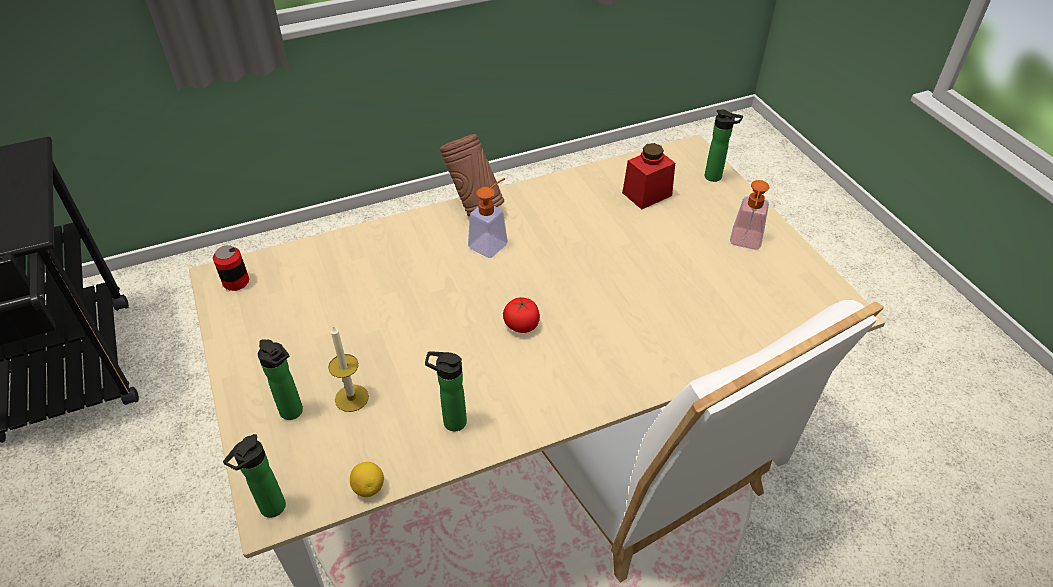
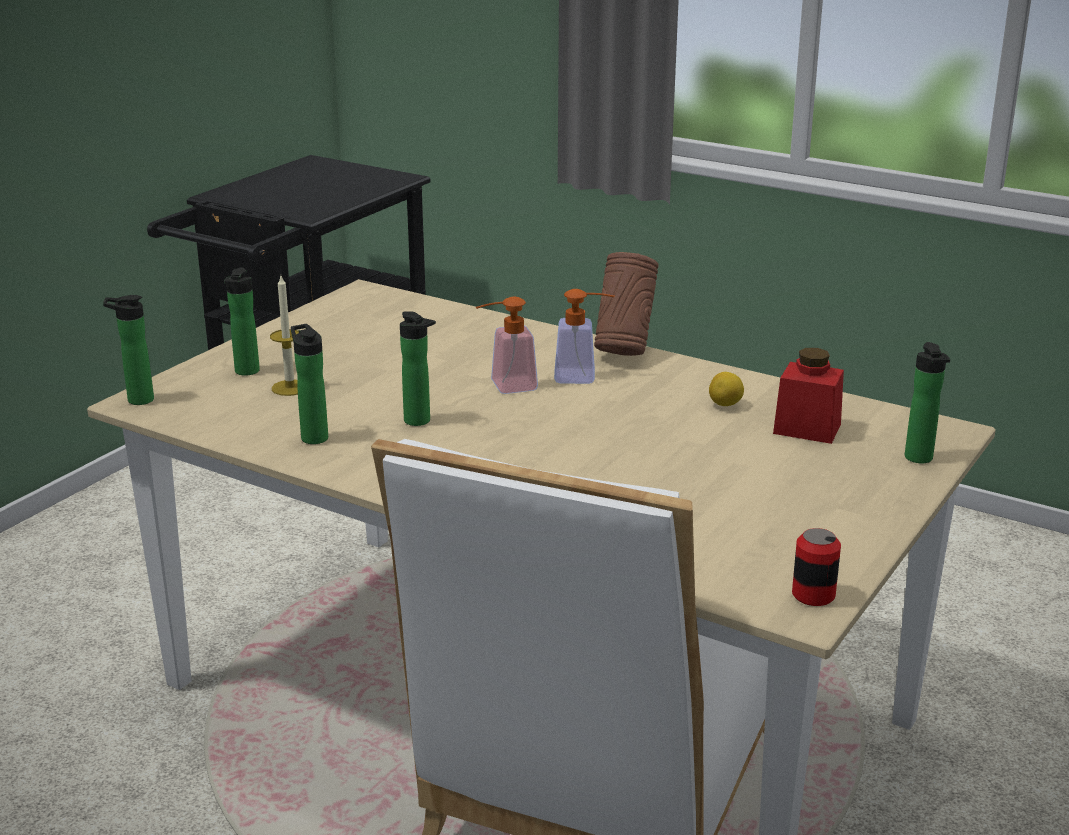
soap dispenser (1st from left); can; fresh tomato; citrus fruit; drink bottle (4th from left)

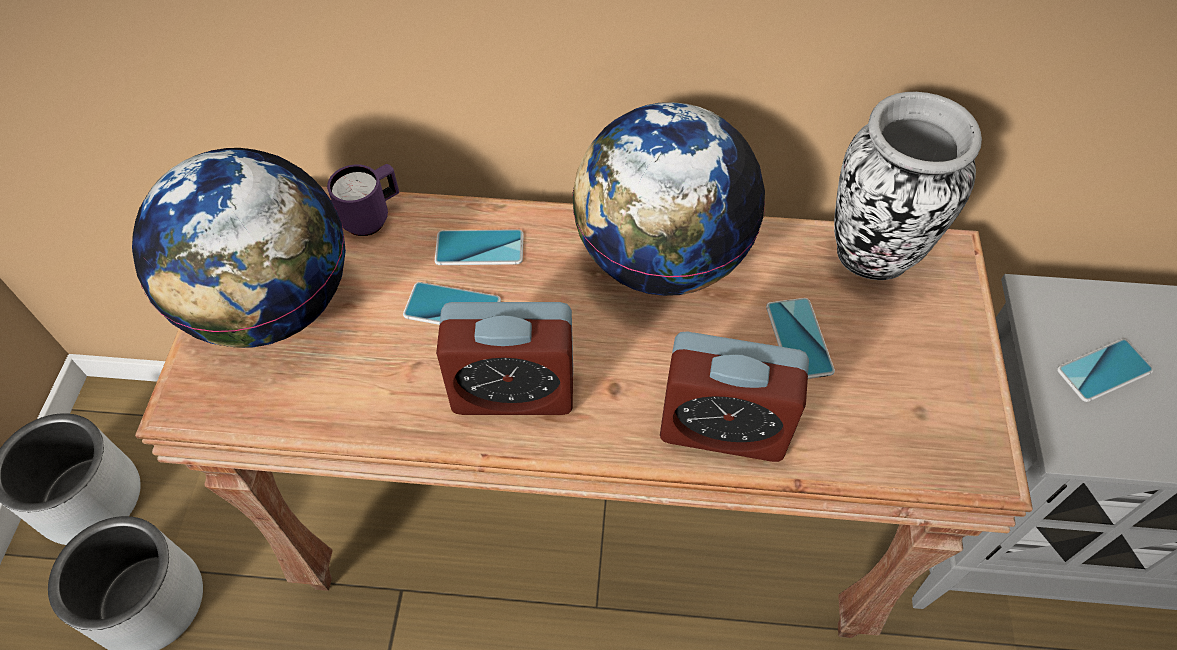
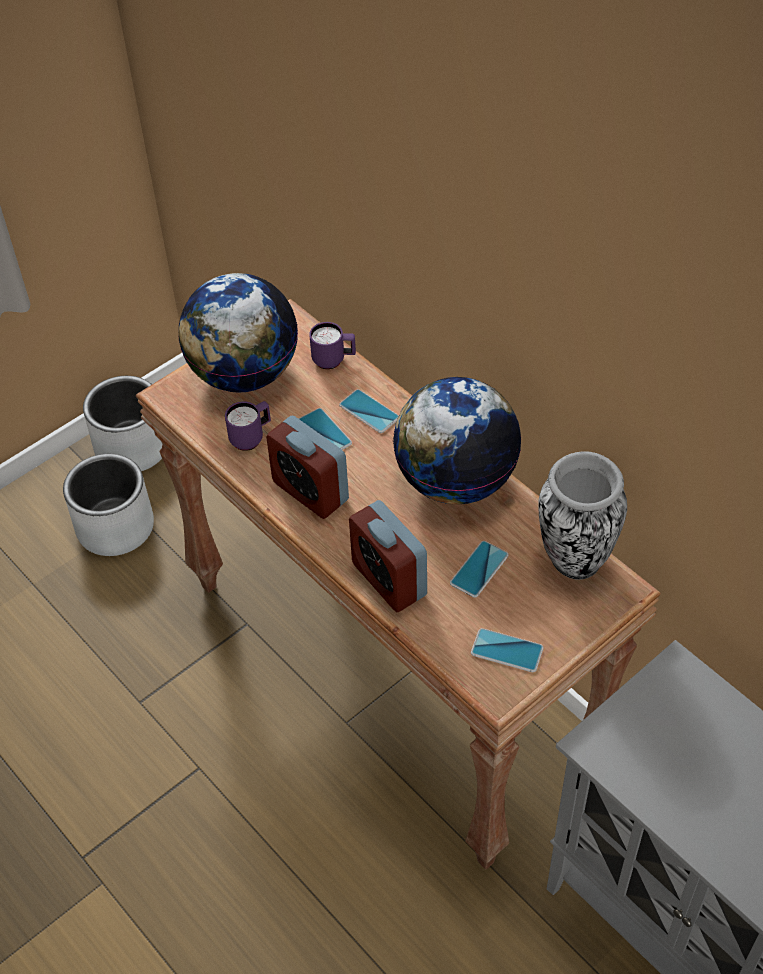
telephone (4th from left); purplish coffee mug (1st from left)

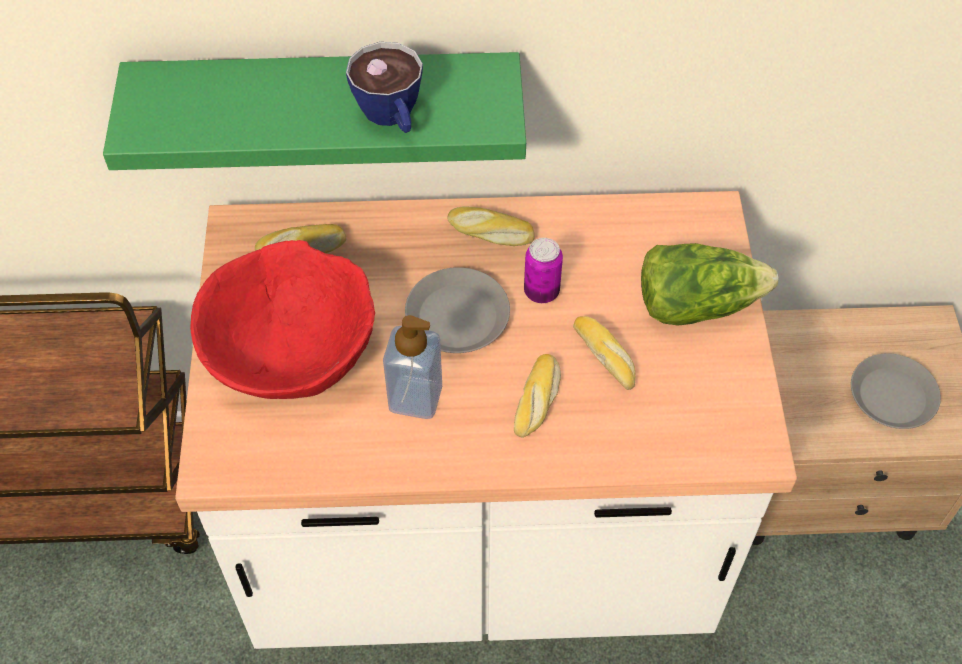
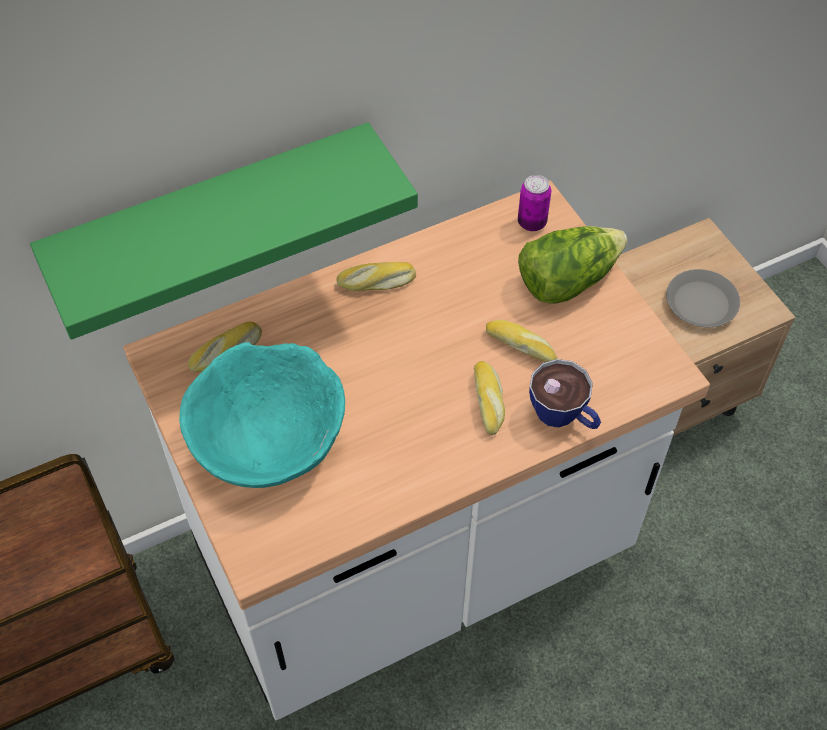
small cup; can; blue-green deep dish; gray flat dish (1st from left in the first image); soap dispenser

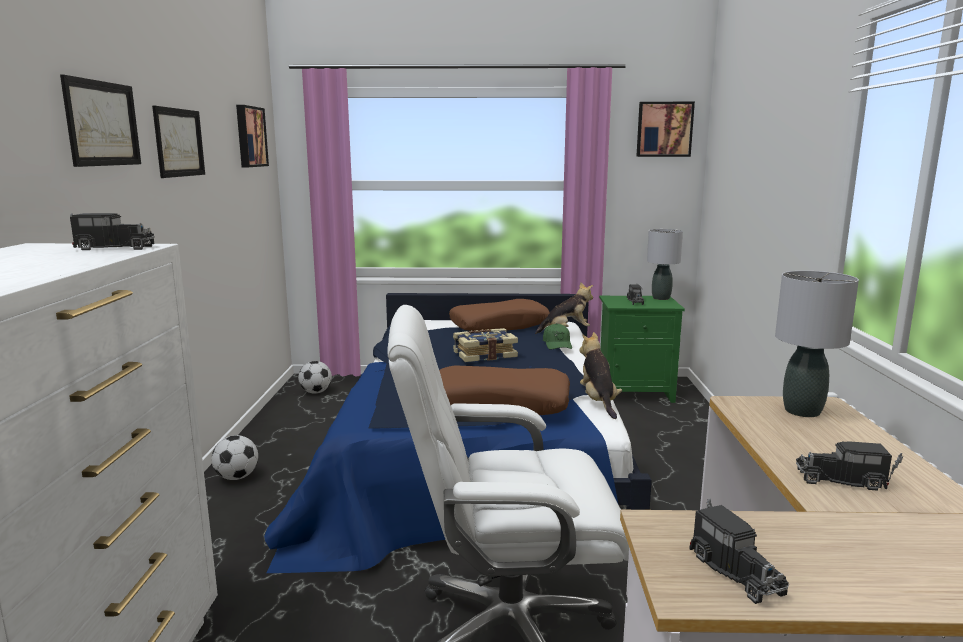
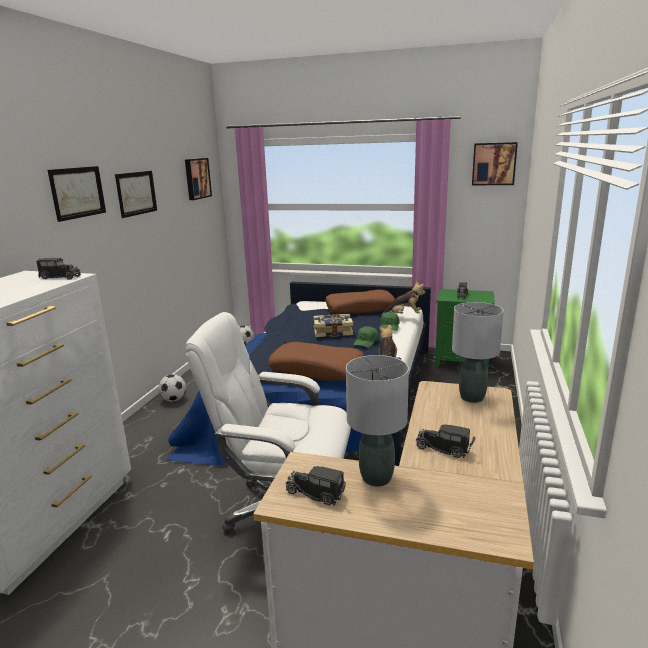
gray tabletop lamp (1st from left); toy truck (2nd from left); green-coloured peaked cap (1st from left)

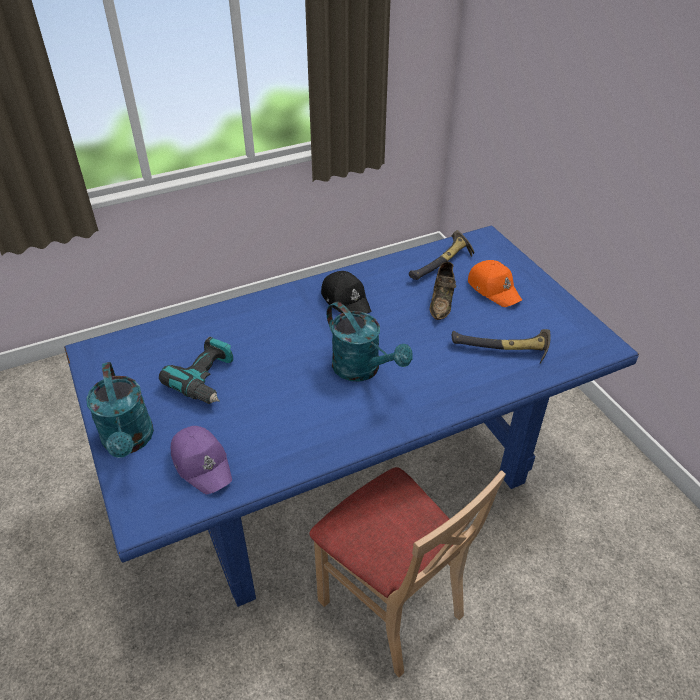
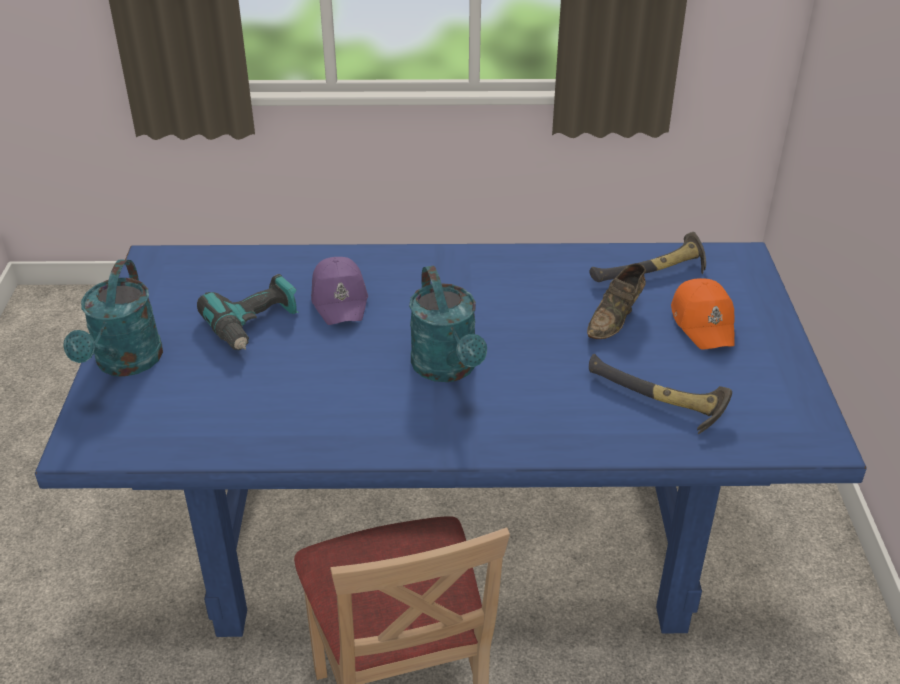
black peaked cap; purplish peaked cap

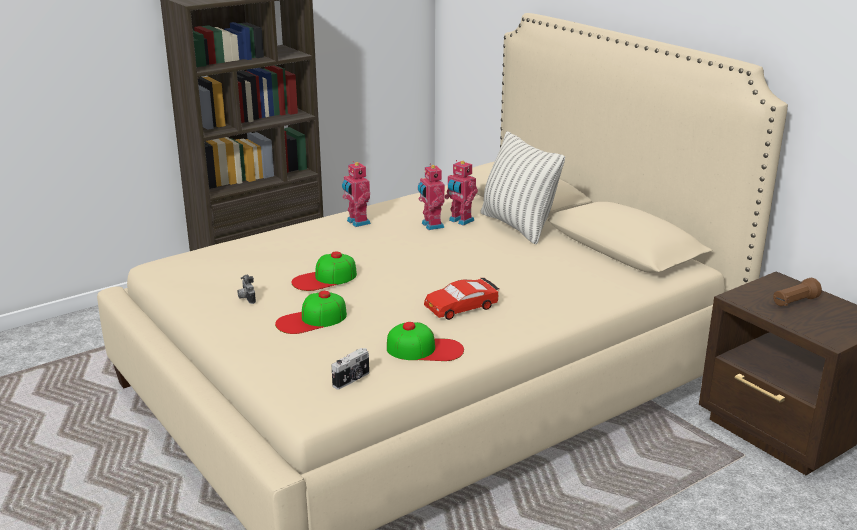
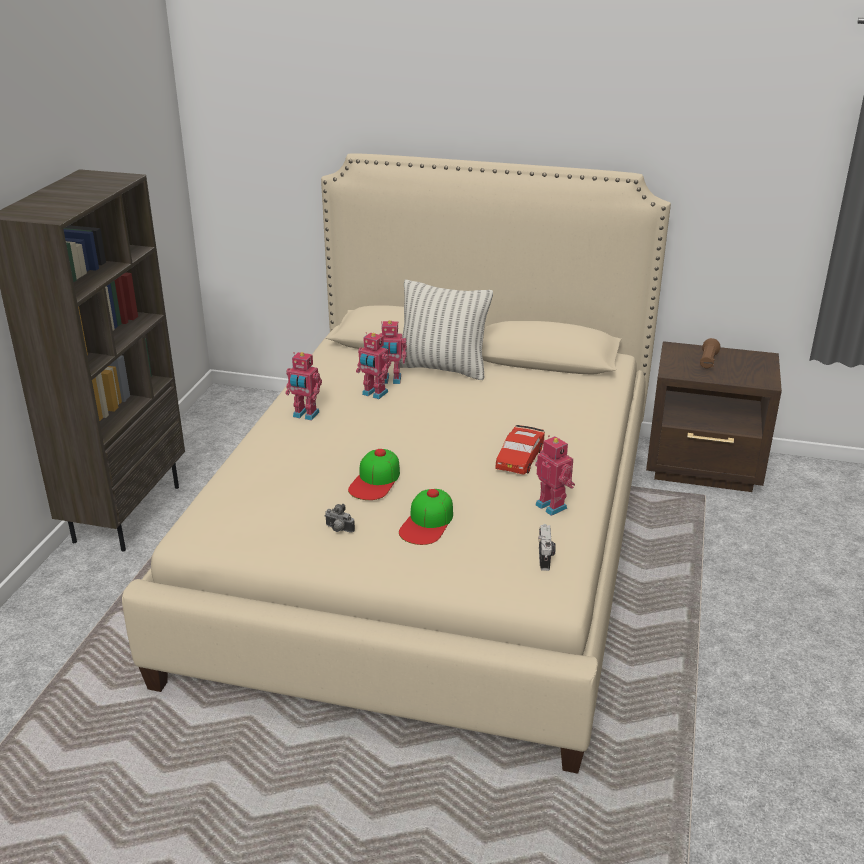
robot figure (4th from left)

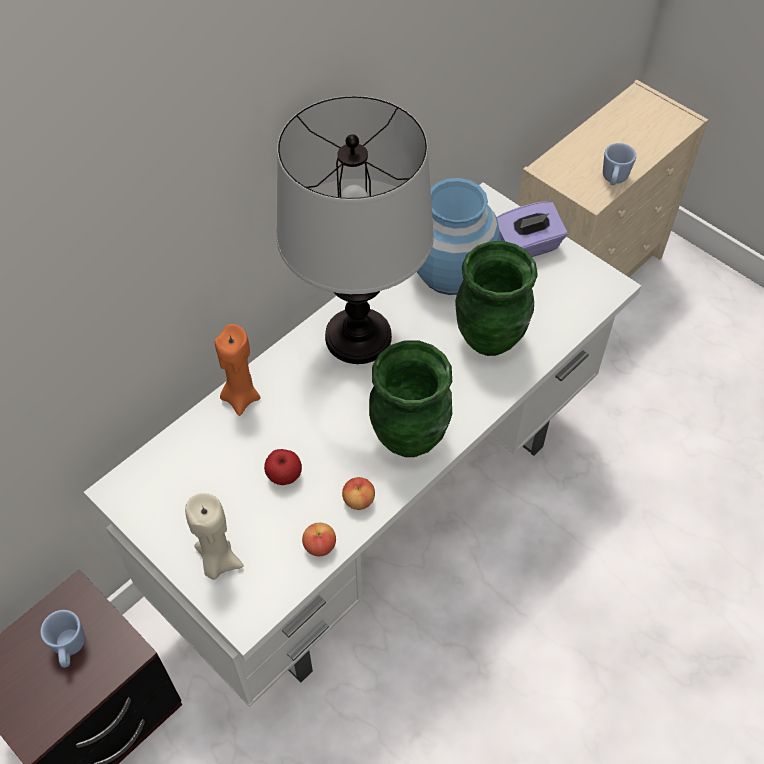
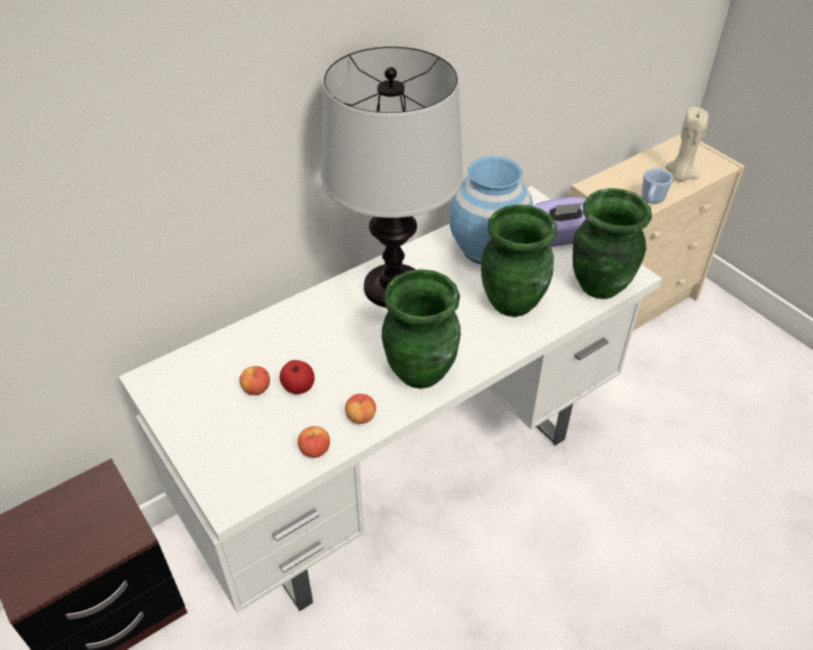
orange-coloured candle; sand-coloured candle; bluish coffee mug (1st from left in the first image); green-coloured vase (3rd from left); apple fruit (1st from left)

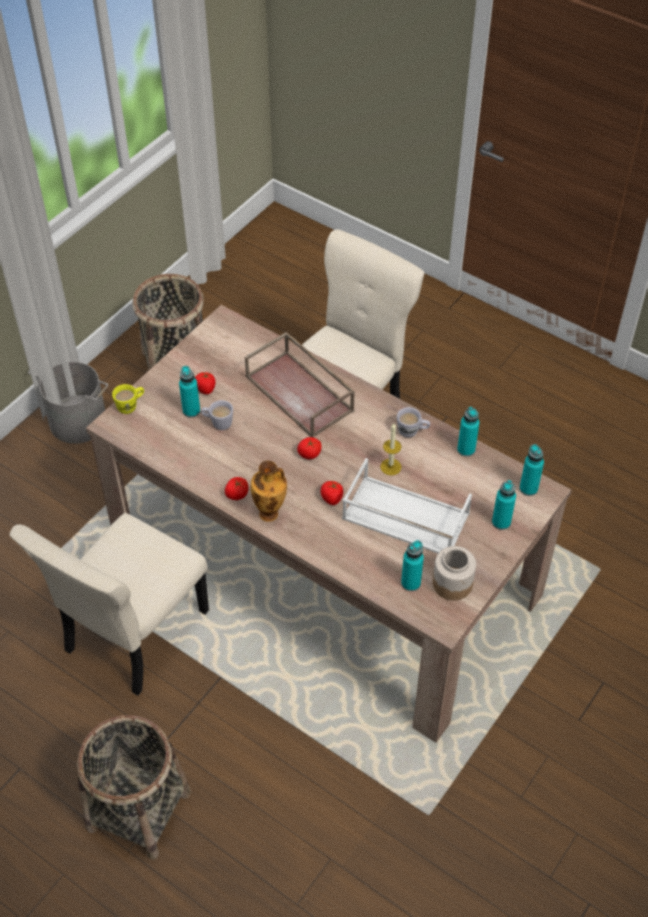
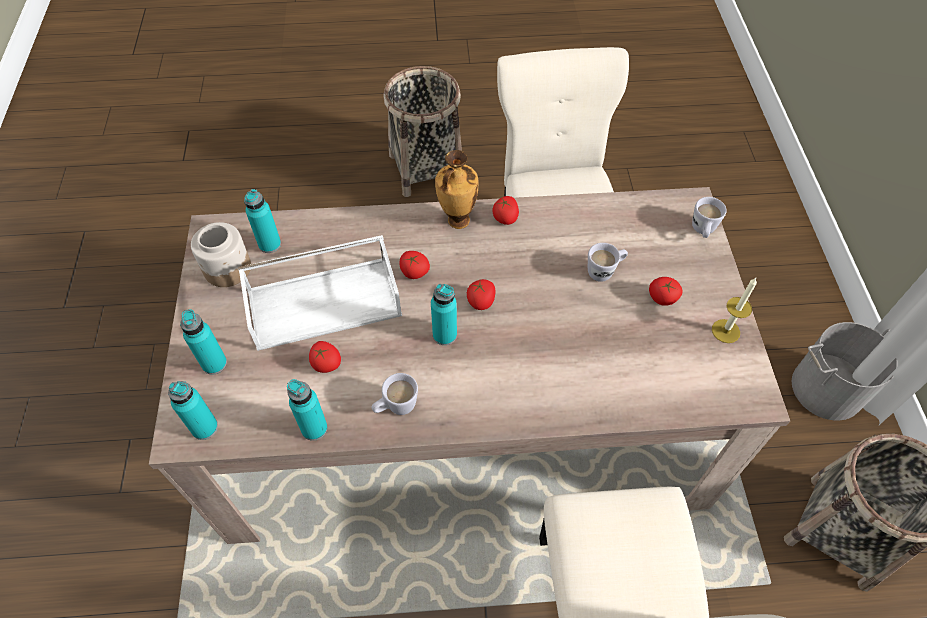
brownish carrying tray; blue-green drink bottle (5th from left); whitish coffee mug (3rd from left); candle; fresh tomato (1st from left)

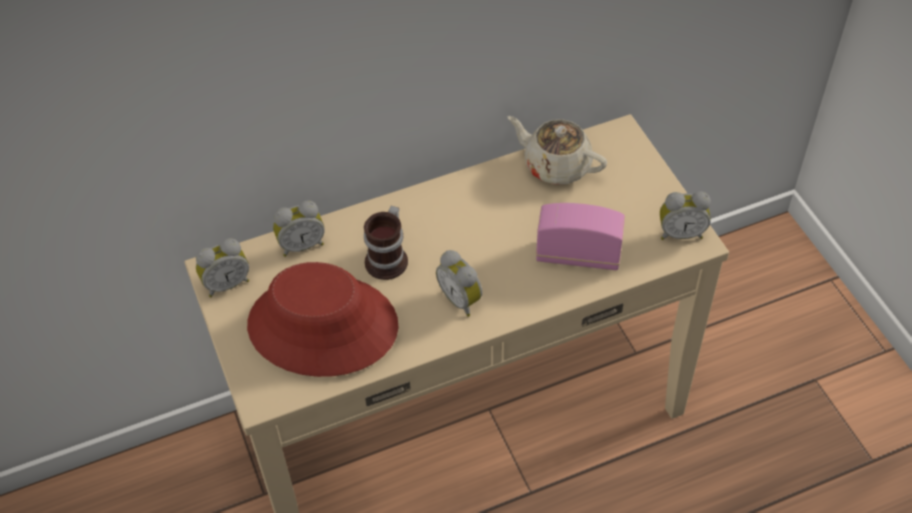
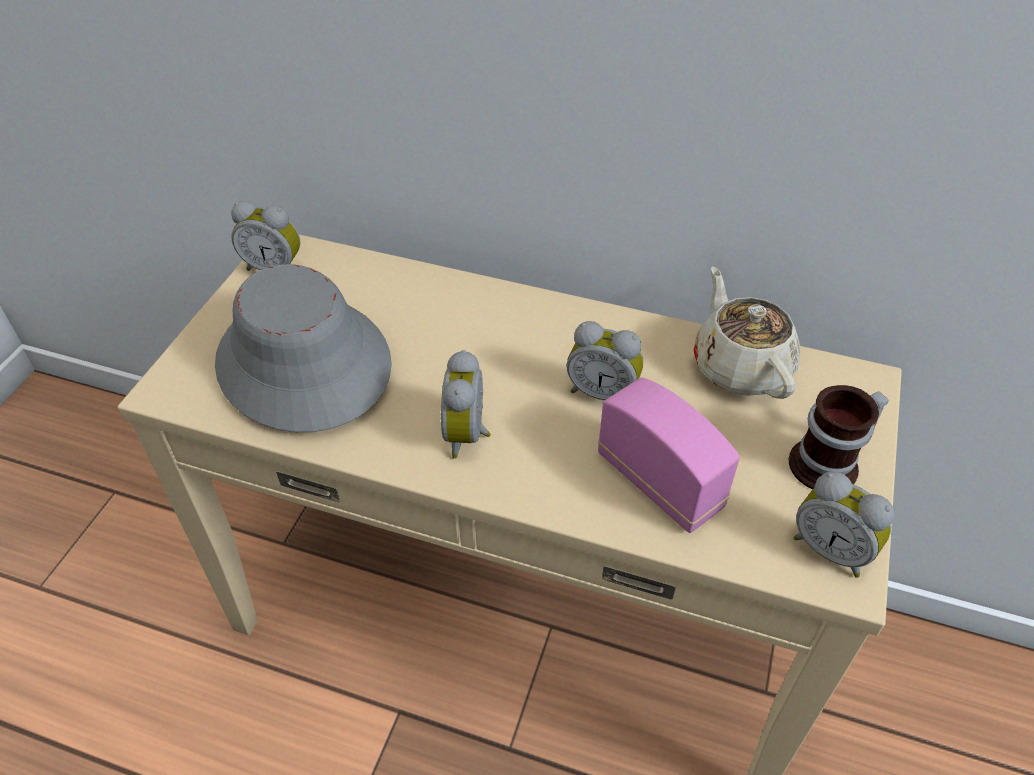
alarm clock (3rd from left); coffee mug; gray hat

